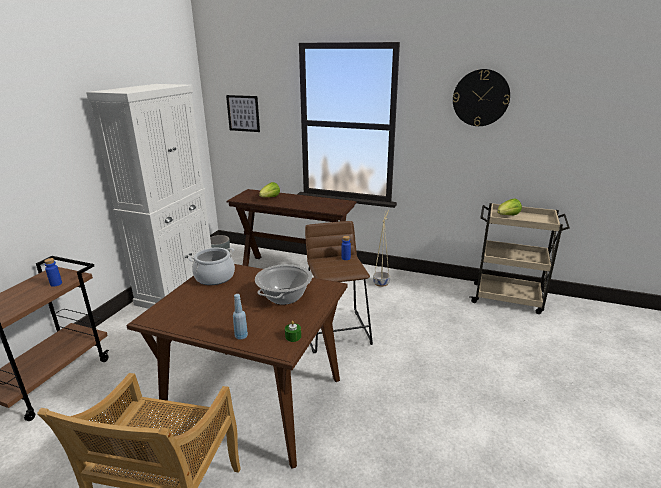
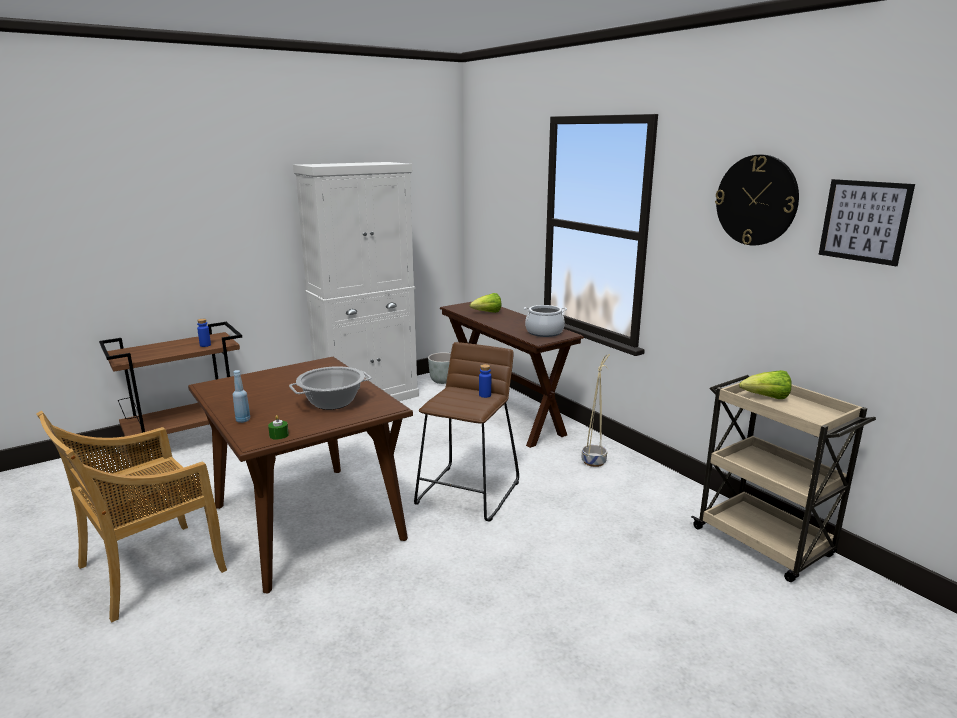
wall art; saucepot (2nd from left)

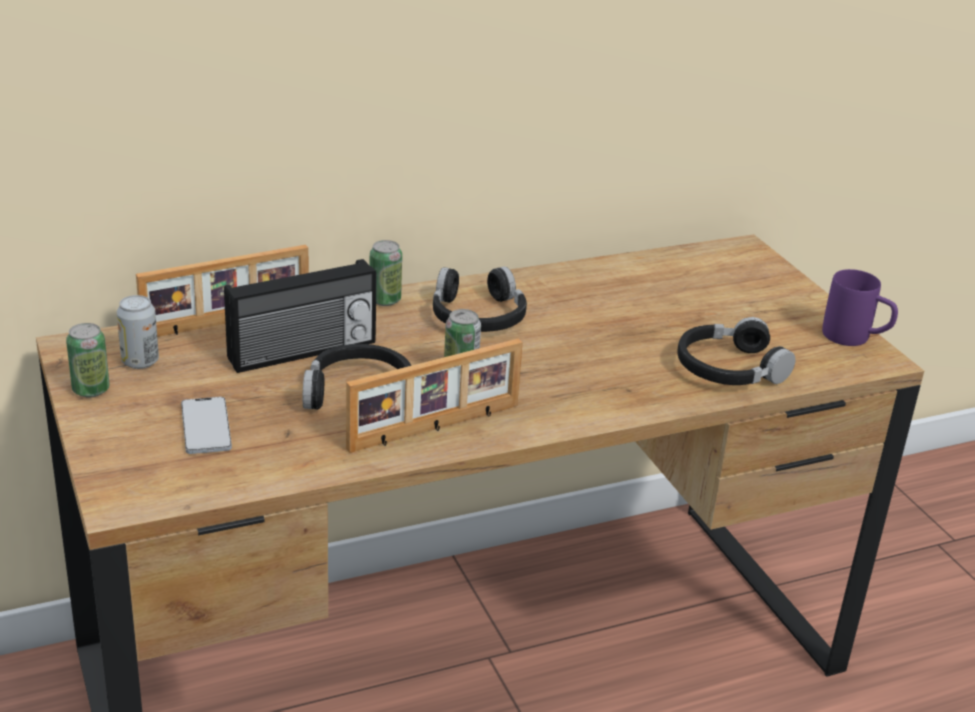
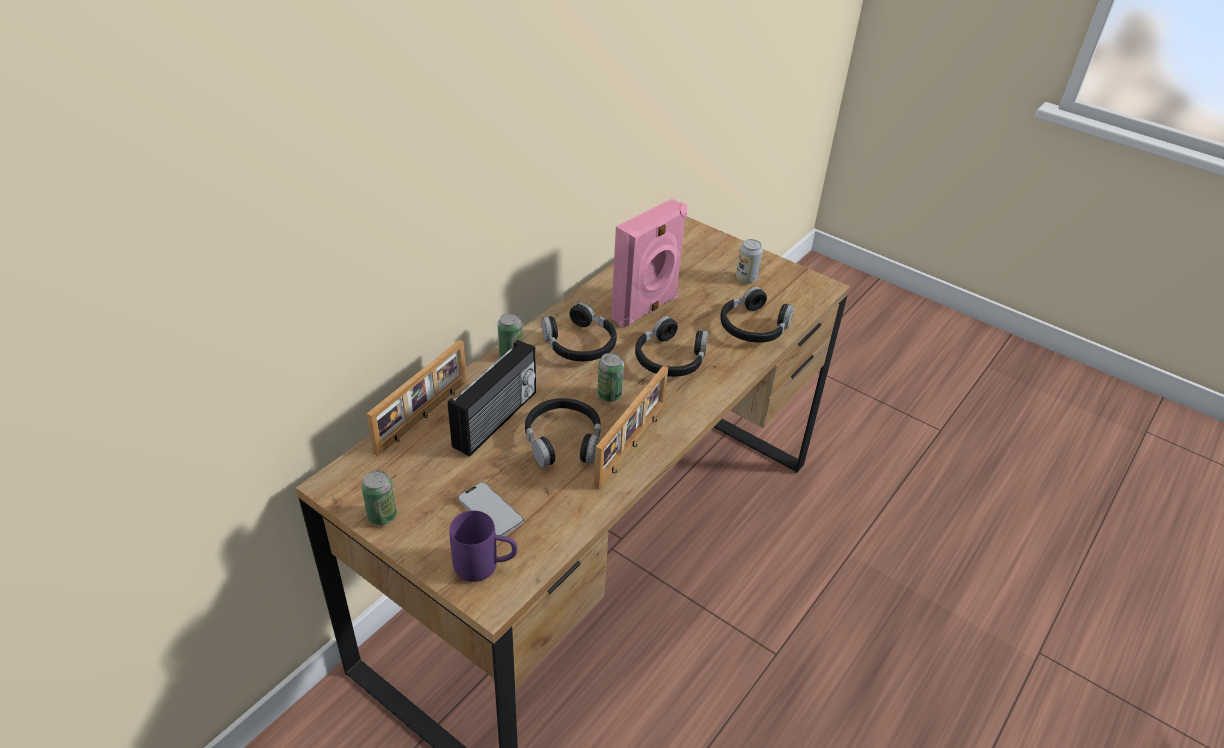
purplish coffee mug; can (4th from left); pink-coloured audio speaker; black pair of headphones (3rd from left)

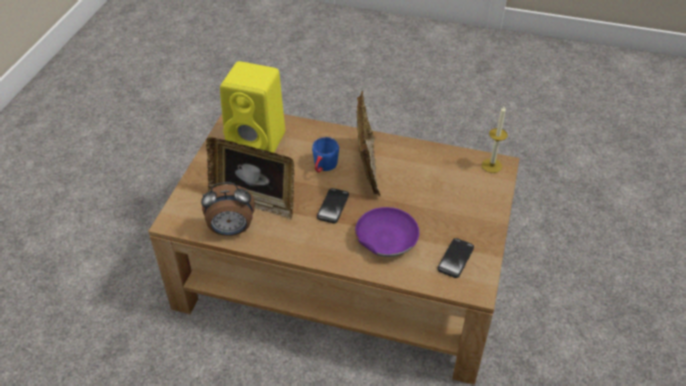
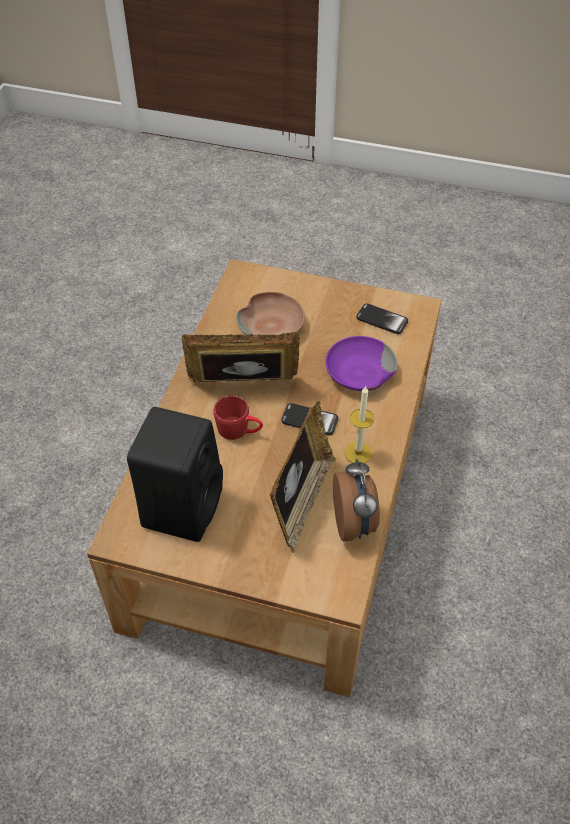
black audio speaker; candle; red coffee mug; brownish deep dish

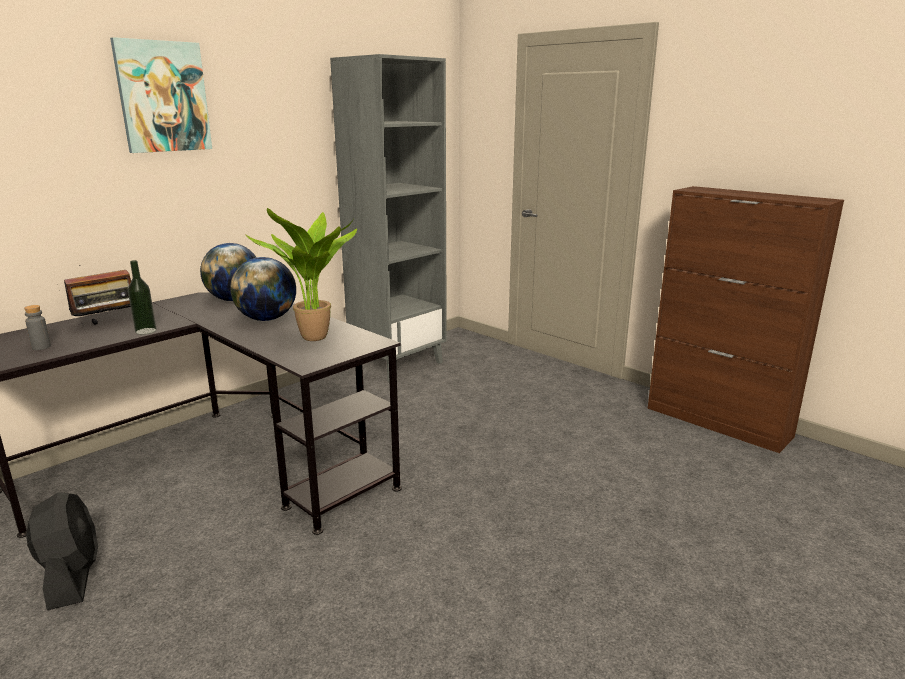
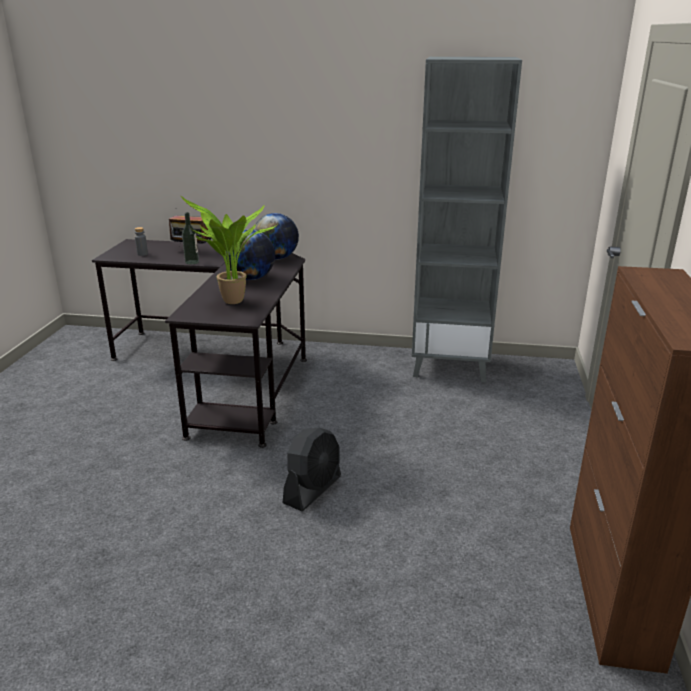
wall art; black fan

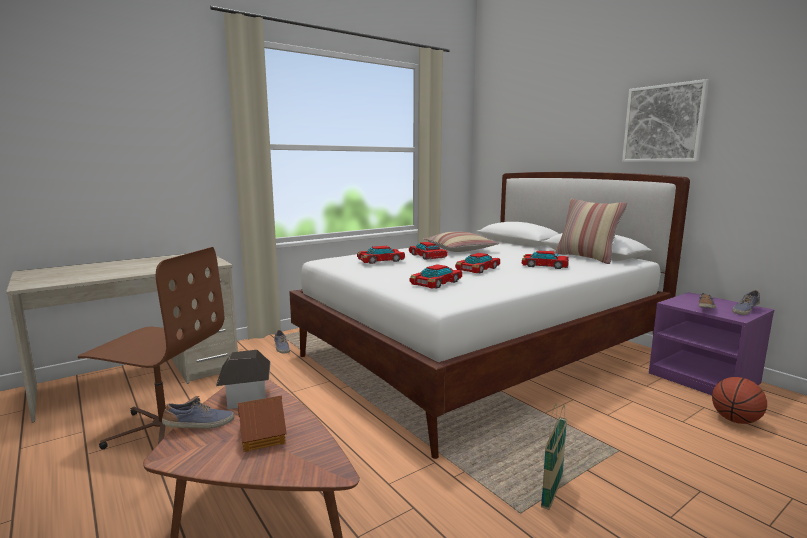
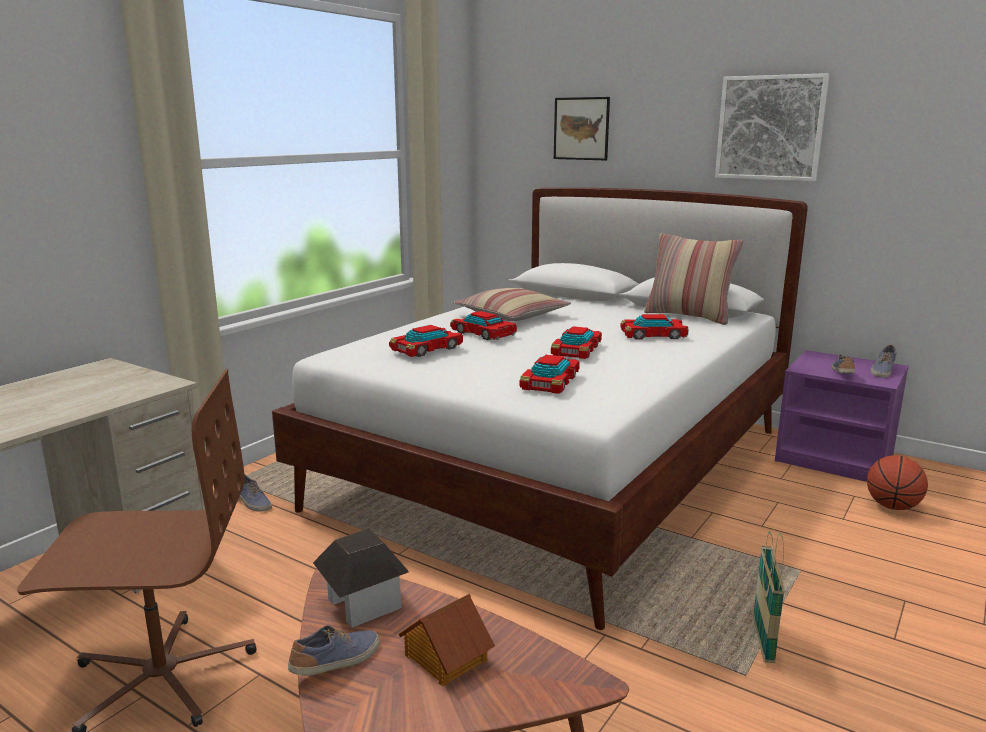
wall art (1st from left)

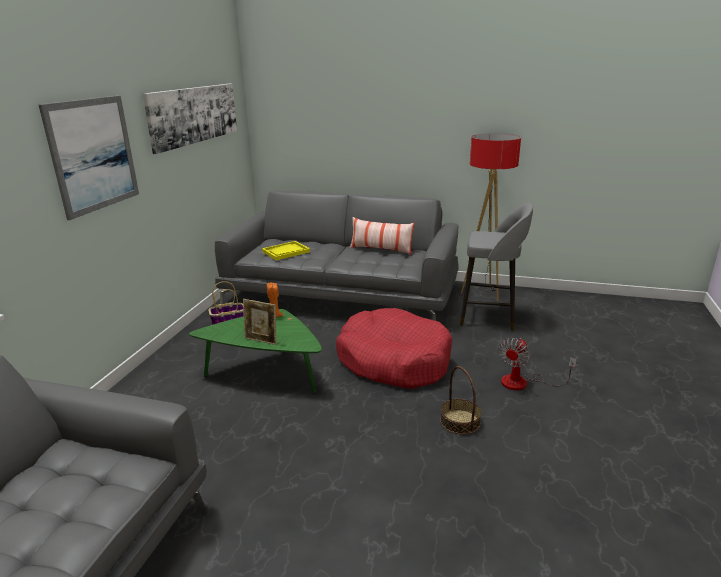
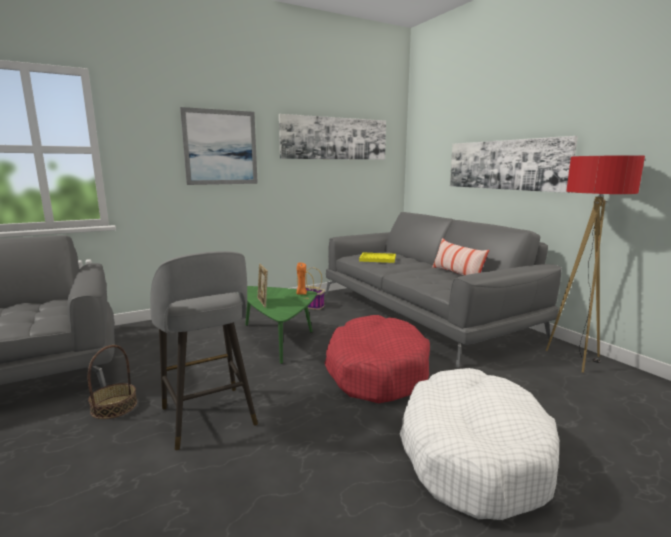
gray stool seat; whitish pet bed; storage basket (1st from left); wall art (3rd from left)

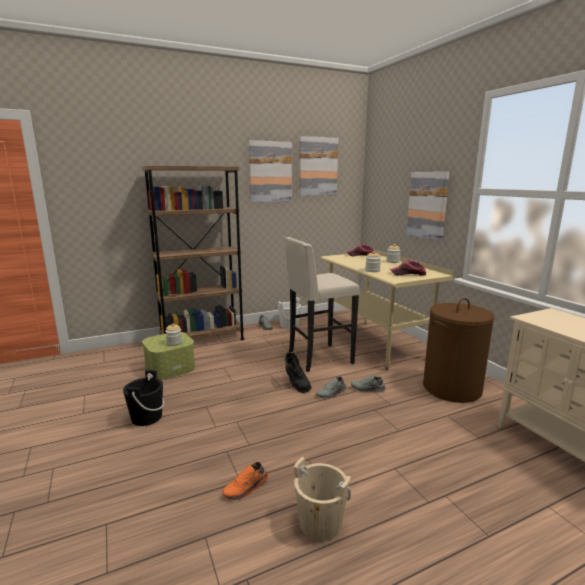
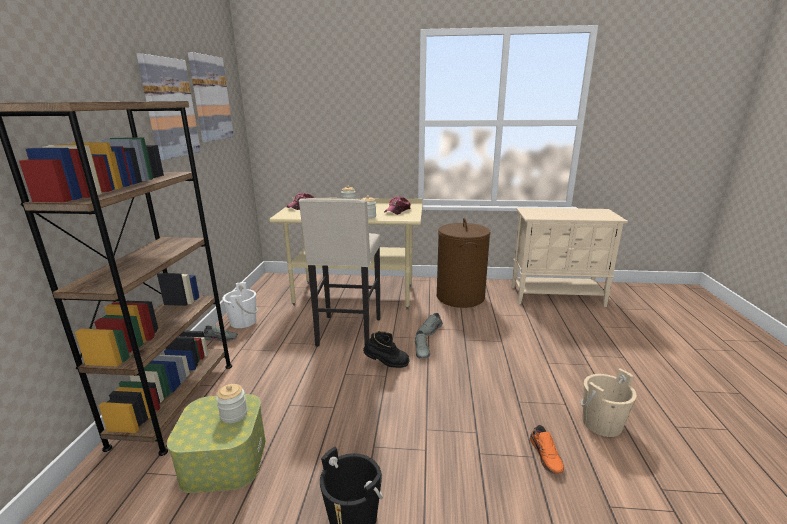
wall art (3rd from left in the first image)

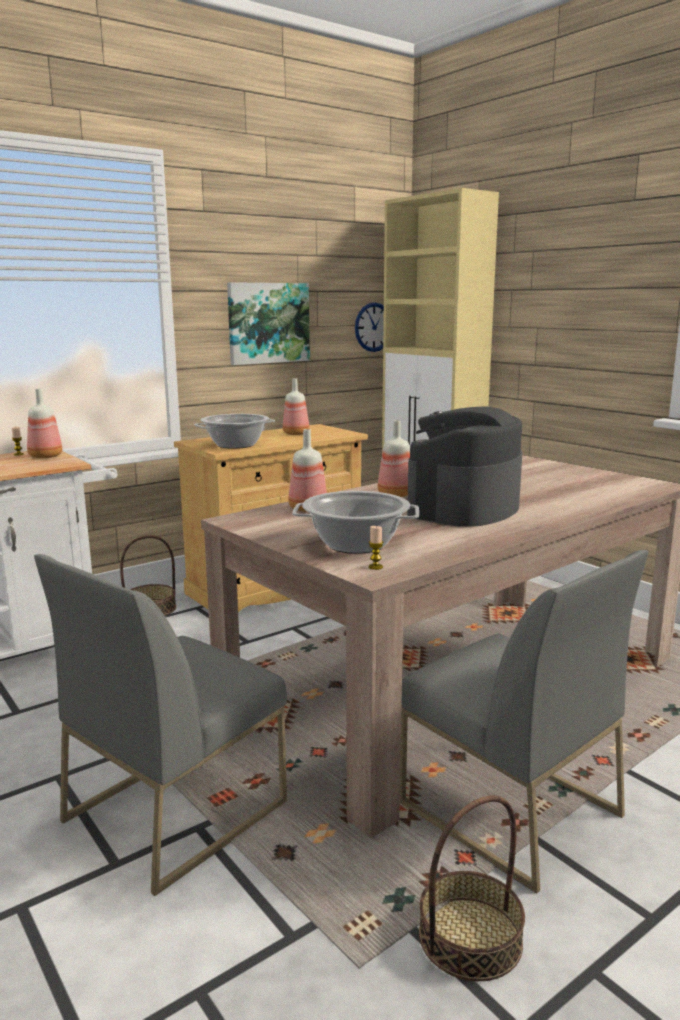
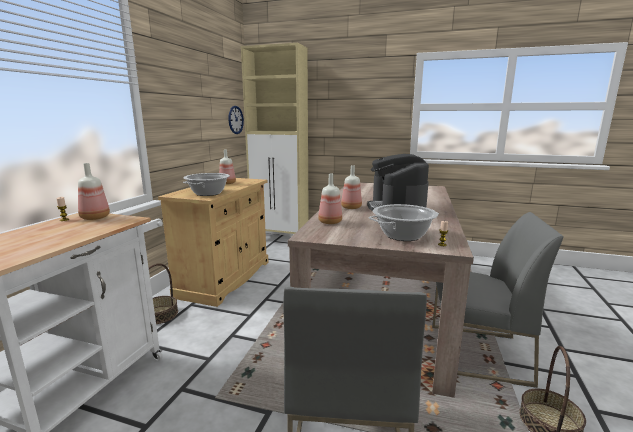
wall art

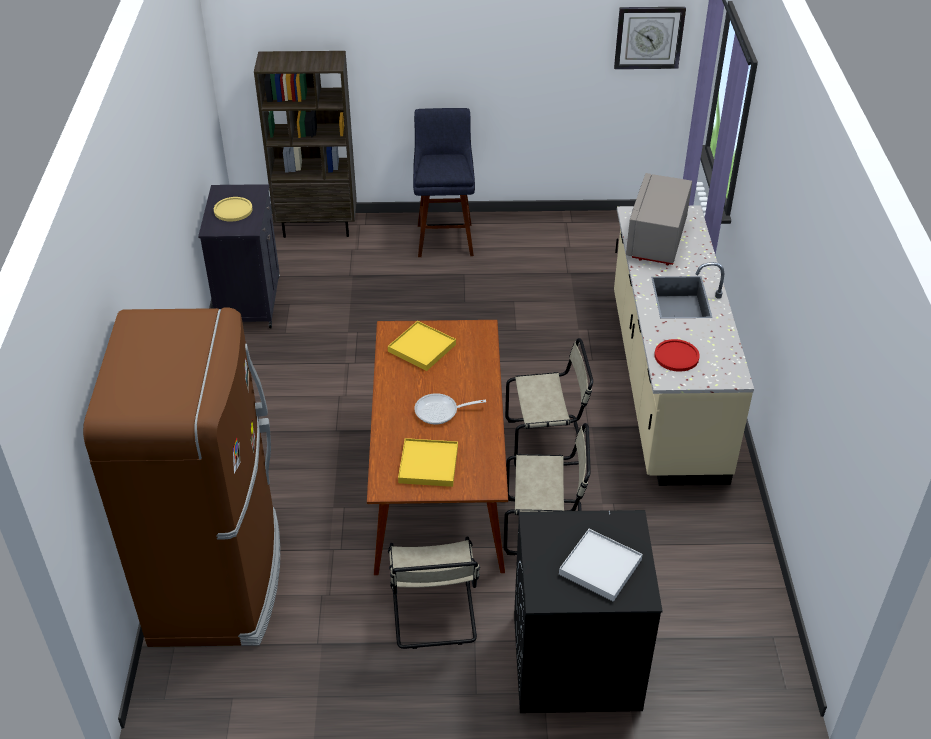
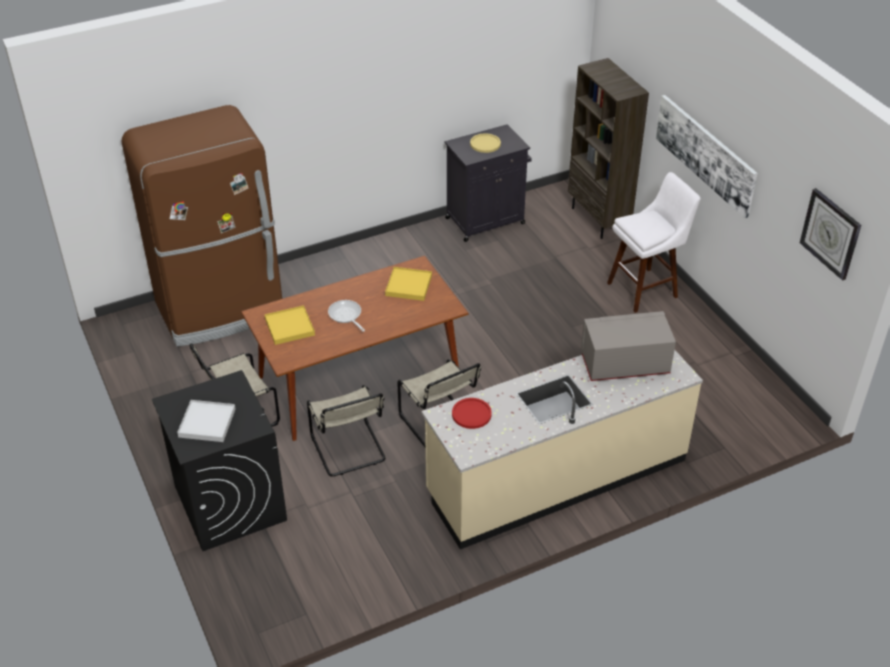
whitish stool seat; wall art

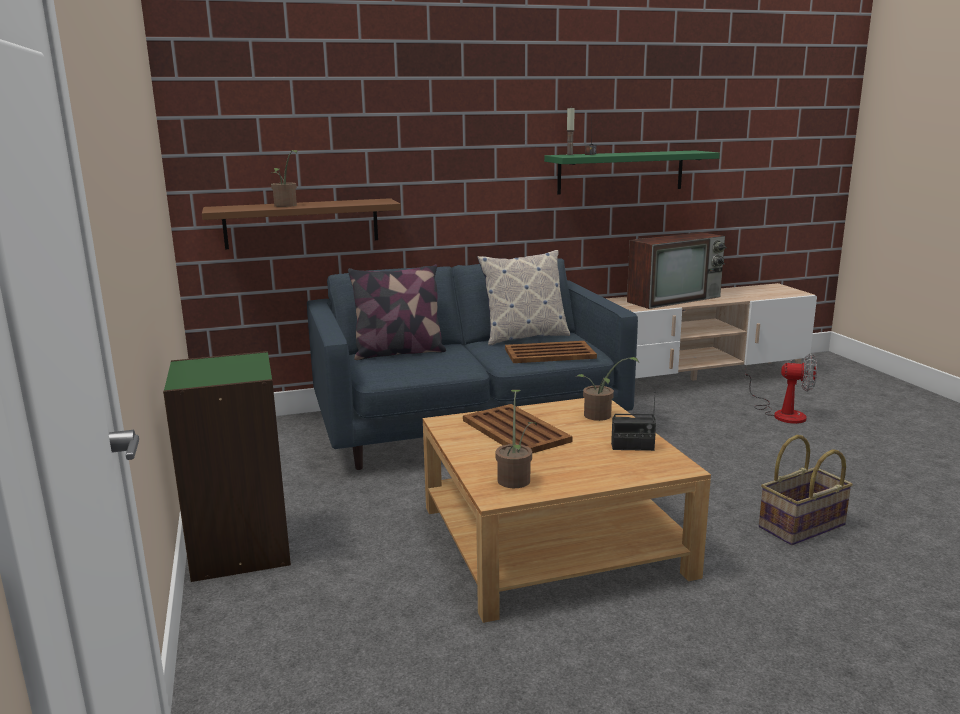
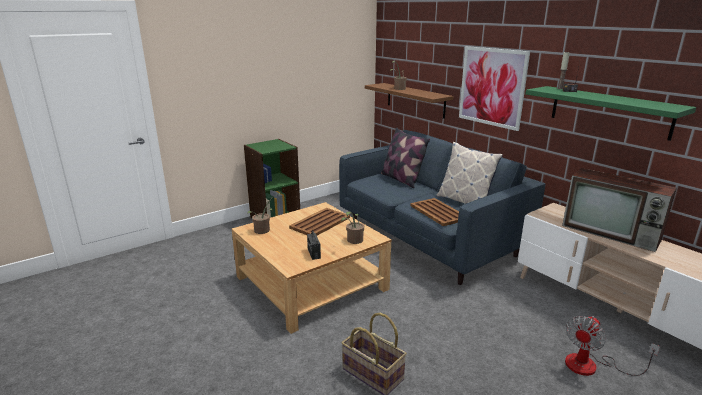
fan; wall art

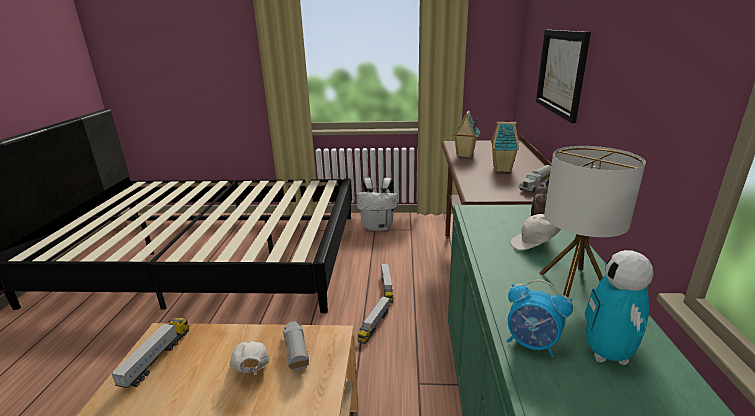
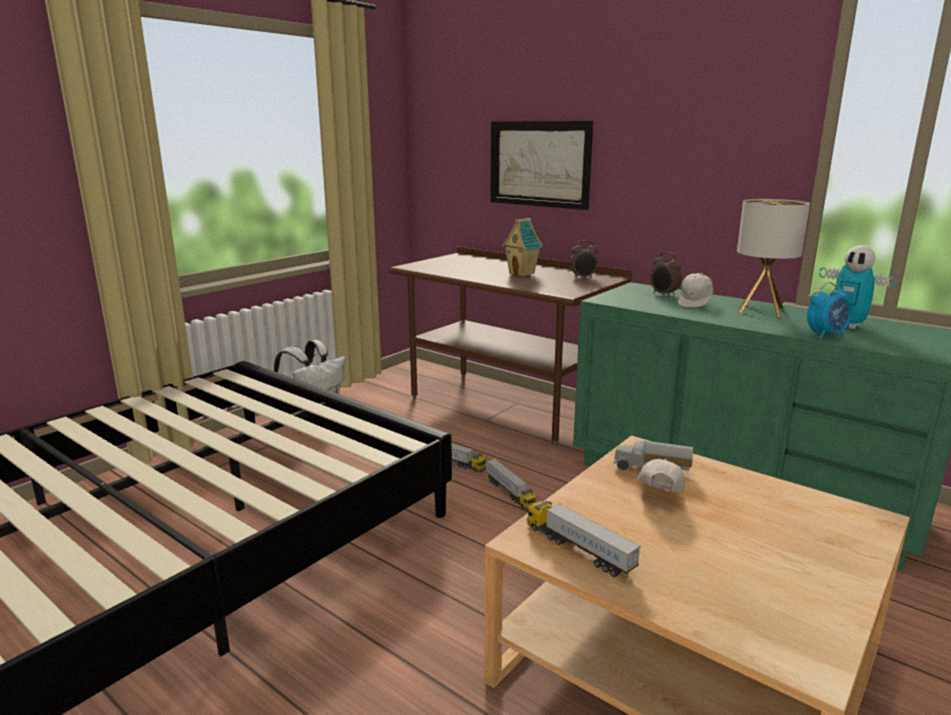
model house (1st from left in the first image); alarm clock (1st from left); whitish peaked cap (1st from left)

